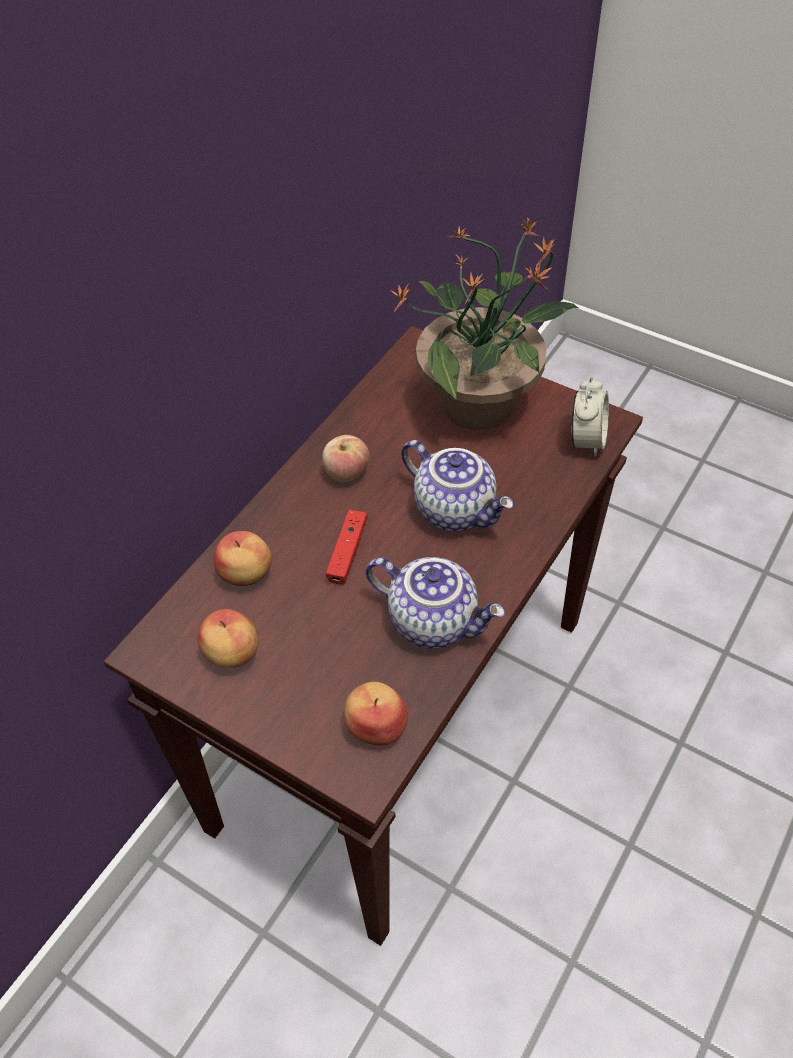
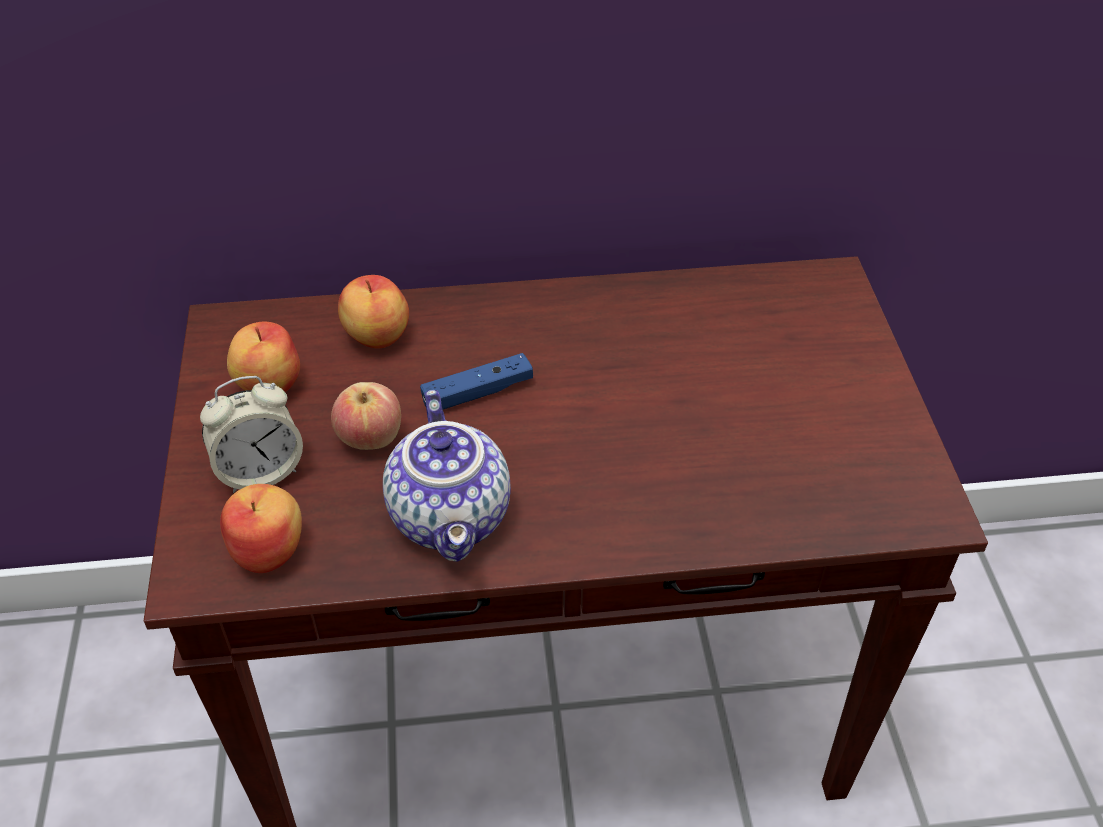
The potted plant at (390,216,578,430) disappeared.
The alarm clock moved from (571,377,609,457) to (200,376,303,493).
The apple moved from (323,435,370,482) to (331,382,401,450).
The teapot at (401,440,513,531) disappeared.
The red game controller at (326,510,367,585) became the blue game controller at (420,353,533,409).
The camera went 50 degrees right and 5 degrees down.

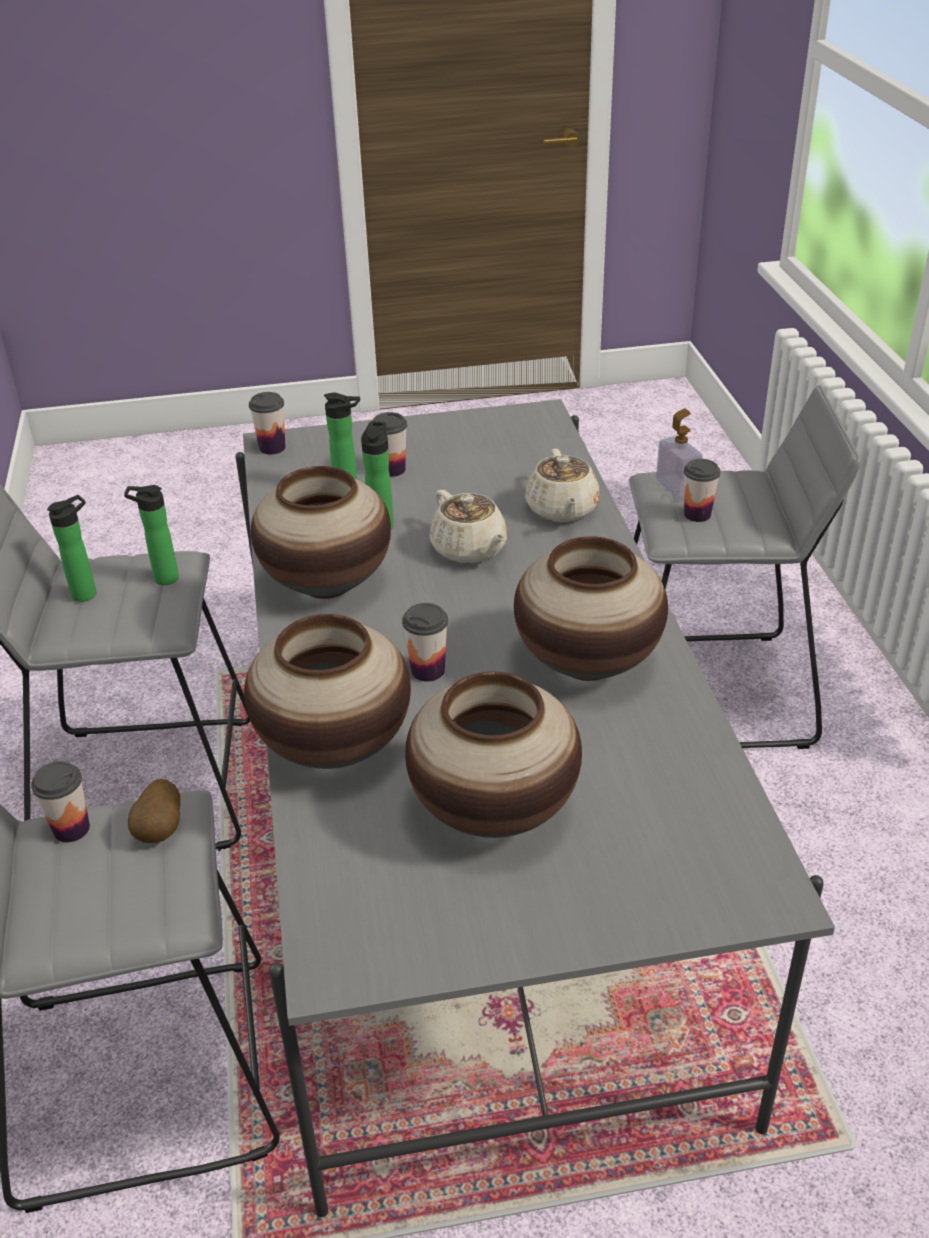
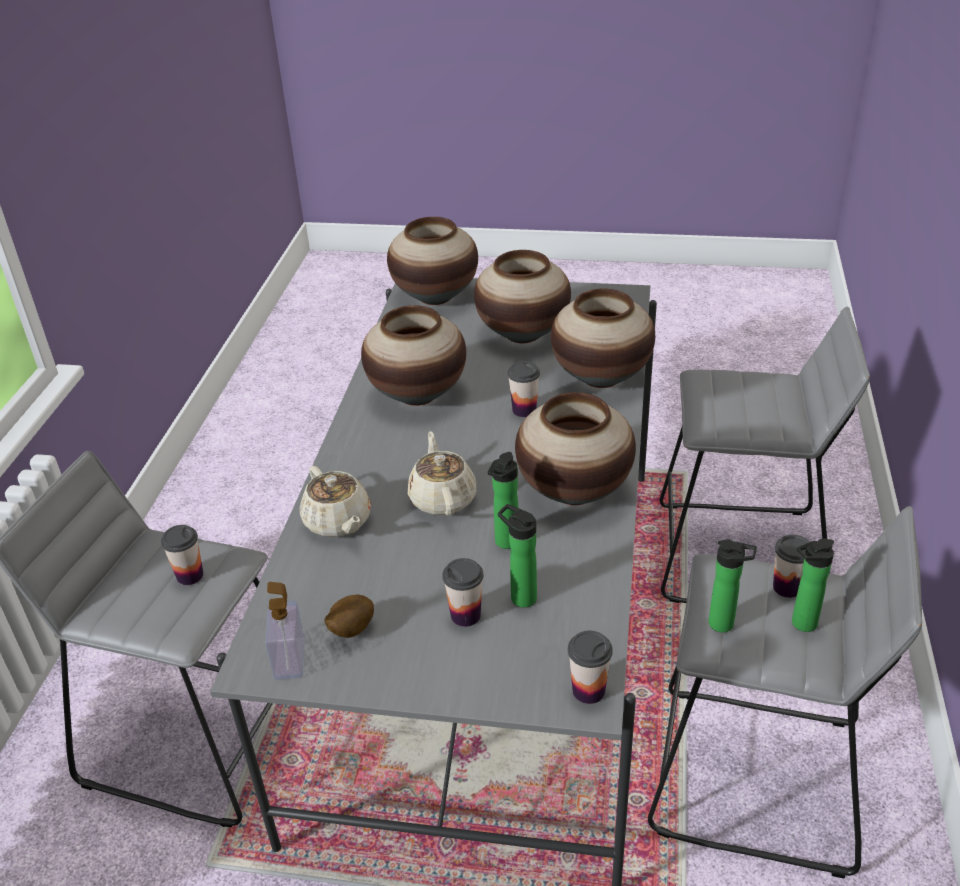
The soap dispenser moved from (656,408,703,499) to (265,582,305,680).
The beige teapot at (525,448,600,522) turned 135 degrees clockwise.
The cup moved from (31,761,90,842) to (773,534,809,598).
The potato moved from (128,779,180,843) to (324,594,374,638).
The vase at (387,217,478,305) appeared.
The camera went 160 degrees left and 0 degrees up.

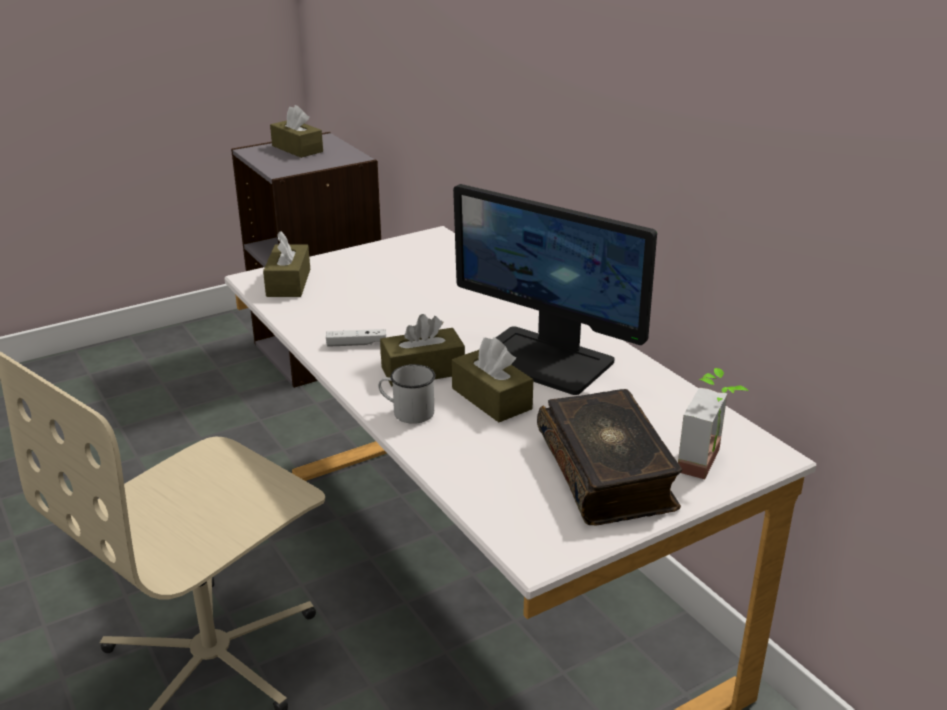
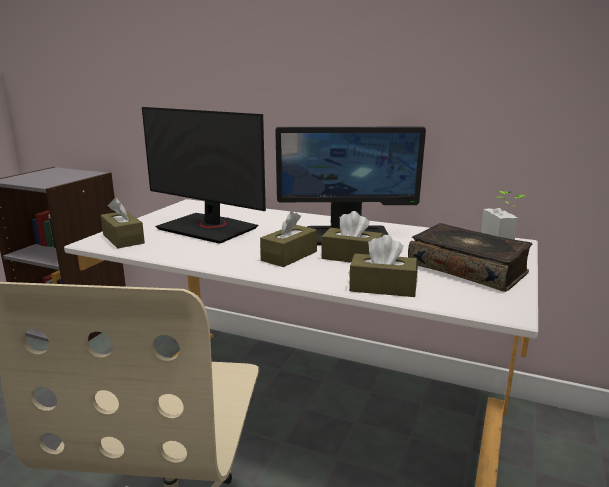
The brown tissue box moved from (270,105,323,158) to (349,235,418,297).
The white game controller at (326,329,386,347) disappeared.
The white mug at (378,364,435,424) disappeared.
The monitor at (142,107,266,244) appeared.
The camera went 35 degrees left and 10 degrees down.

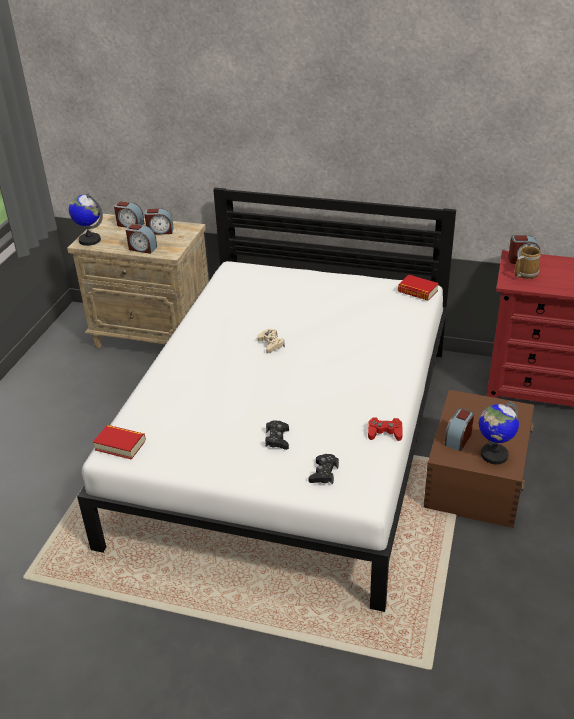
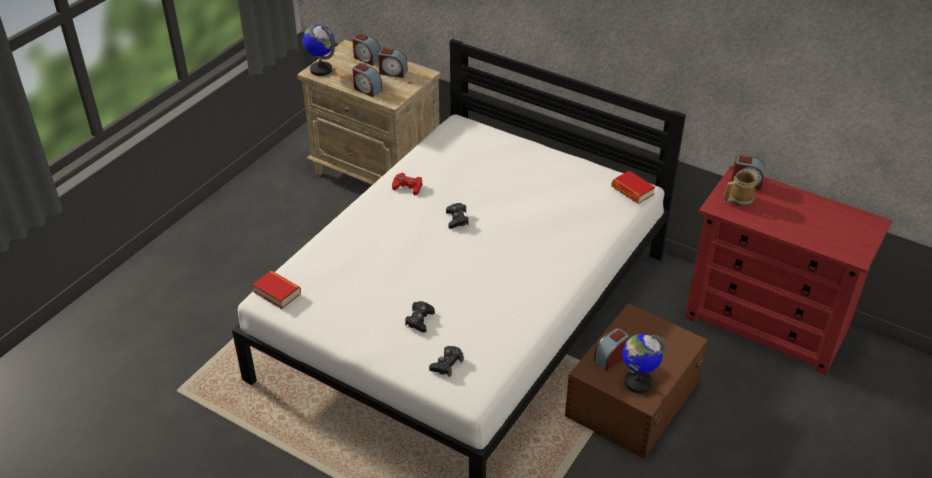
The beige game controller at (257,329,285,353) became the black game controller at (446,203,469,229).
The red game controller moved from (368,417,403,441) to (392,173,422,195).
The camera went 15 degrees right and 5 degrees up.

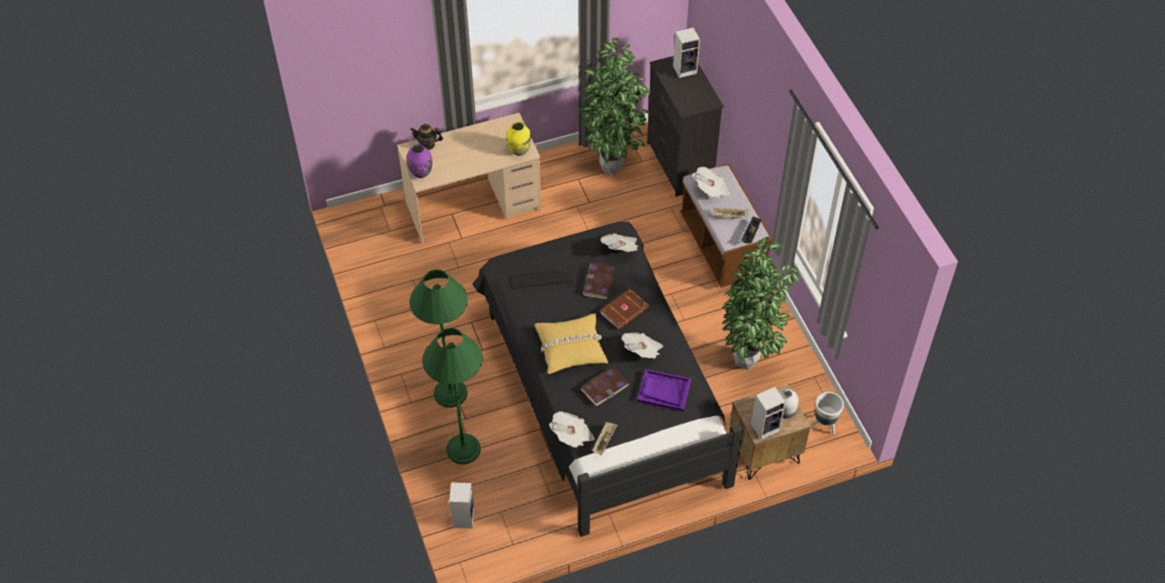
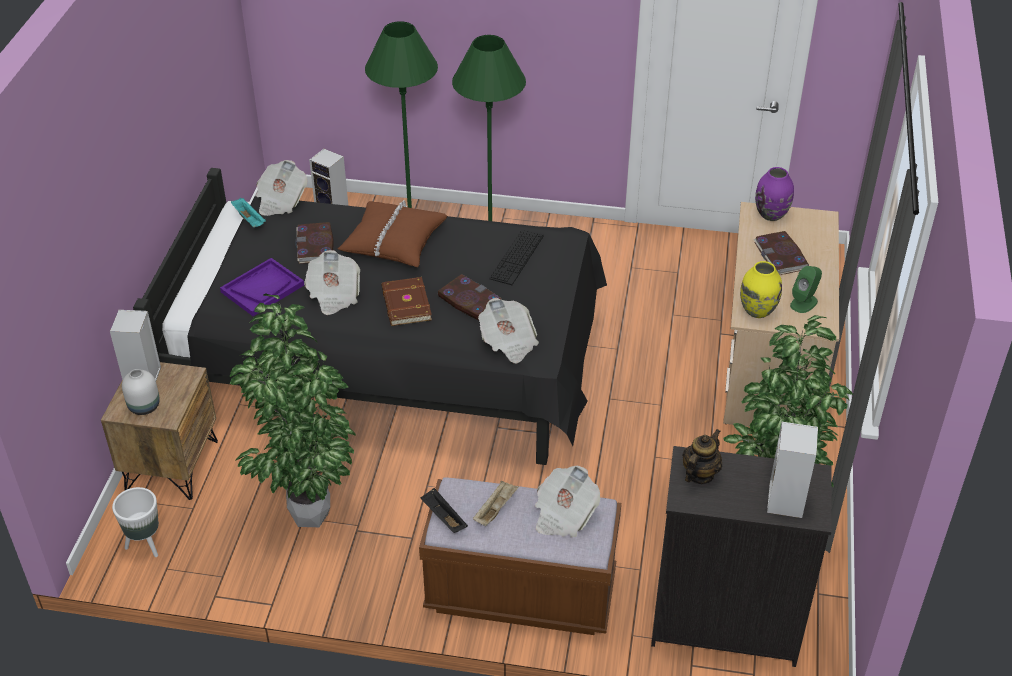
The teapot moved from (410,124,443,150) to (682,429,722,484).
The yellow pillow at (535,313,608,374) became the brown pillow at (338,200,447,267).
The beige tray at (592,422,618,455) became the turquoise tray at (231,198,266,227).
The book at (754,231,809,275) appeared.
The green speaker at (790,266,822,313) appeared.
The camera went 120 degrees right and 10 degrees down.

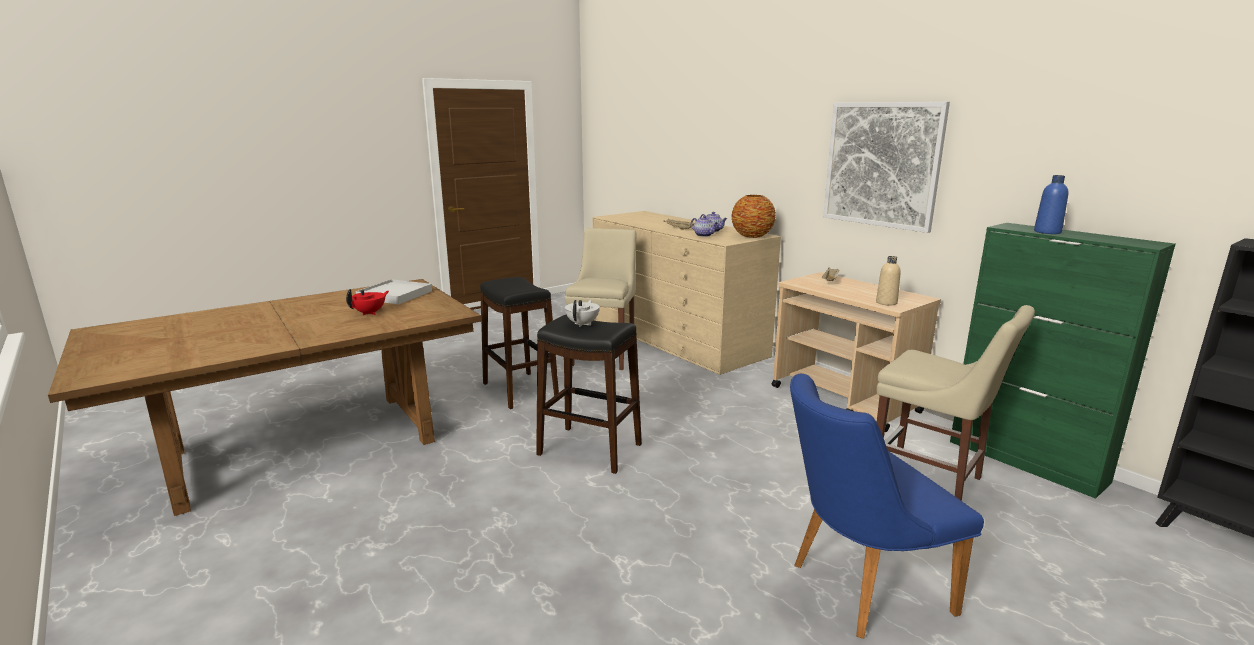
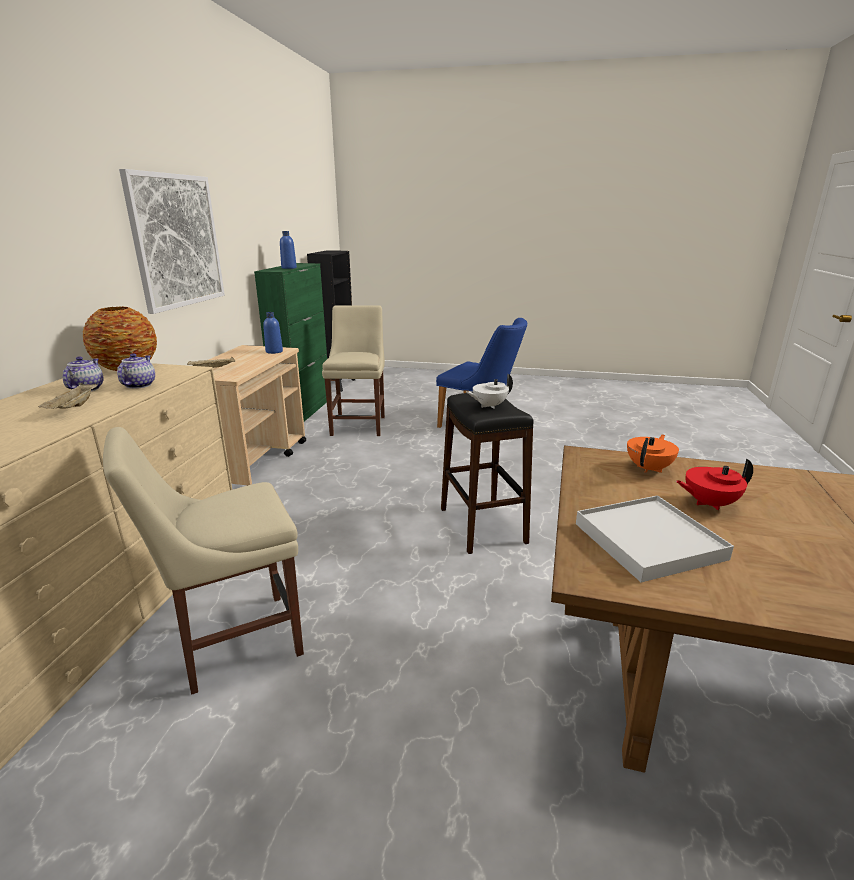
The beige bottle at (876,256,901,306) became the blue bottle at (263,312,283,354).
The black stool at (480,277,559,409) disappeared.
The orange teapot at (627,435,679,473) appeared.
The camera went 130 degrees left and 5 degrees up.

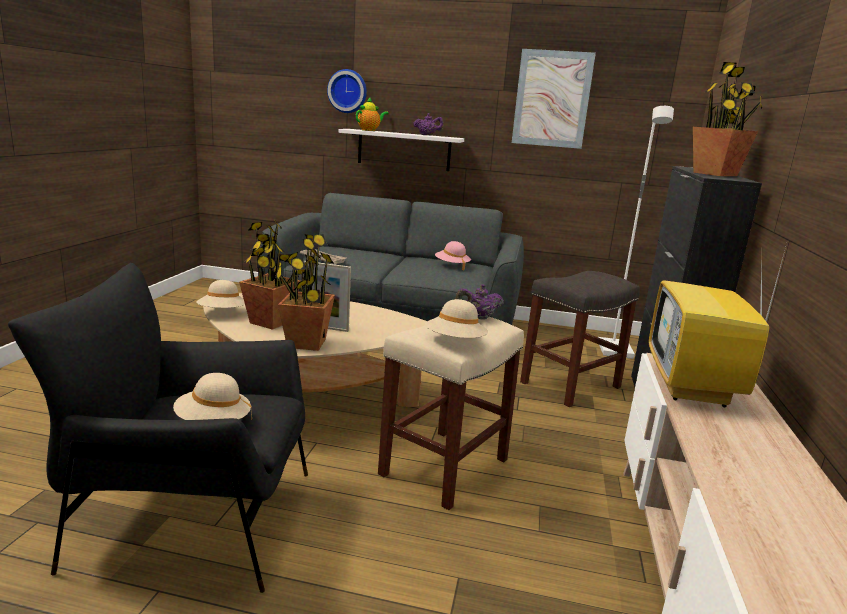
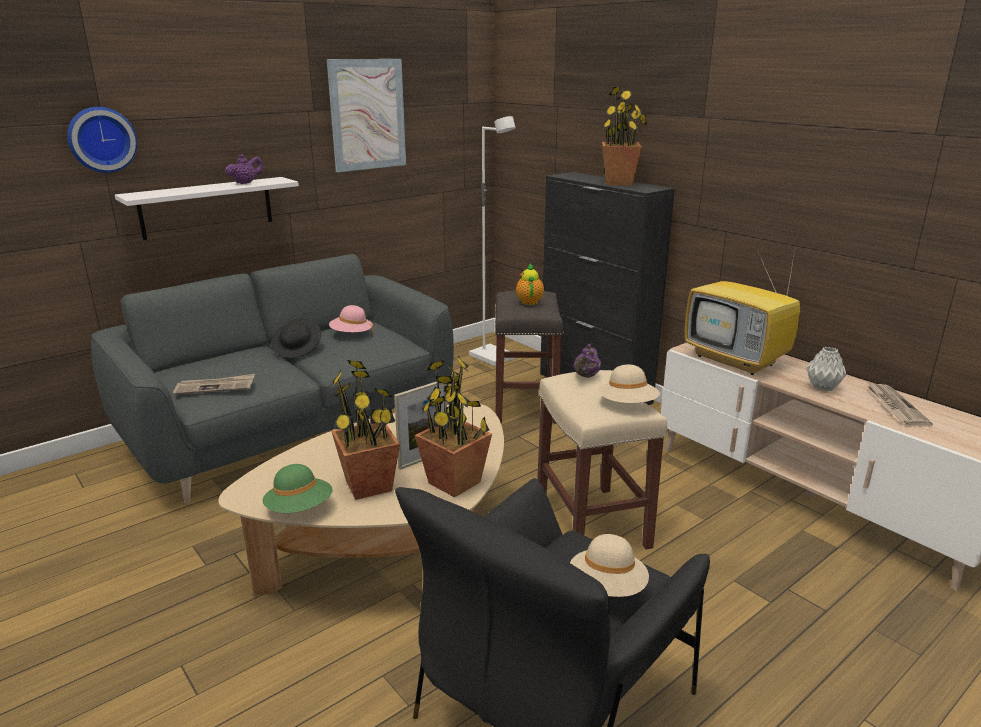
The teapot moved from (356,97,389,131) to (516,263,544,305).
The beige hat at (196,280,245,308) became the green hat at (262,464,333,513).
The black hat at (271,318,322,358) appeared.
The grey vase at (806,347,846,391) appeared.
The newspaper at (868,383,933,427) appeared.
The camera went 50 degrees left and 5 degrees up.

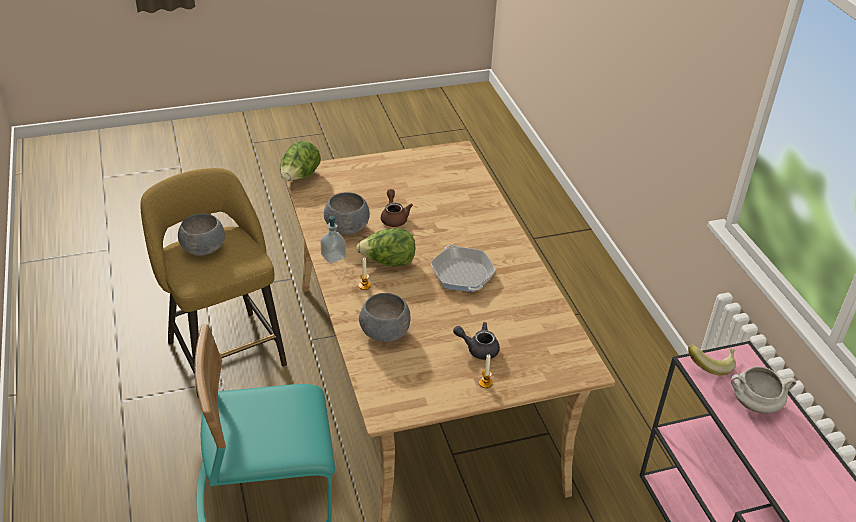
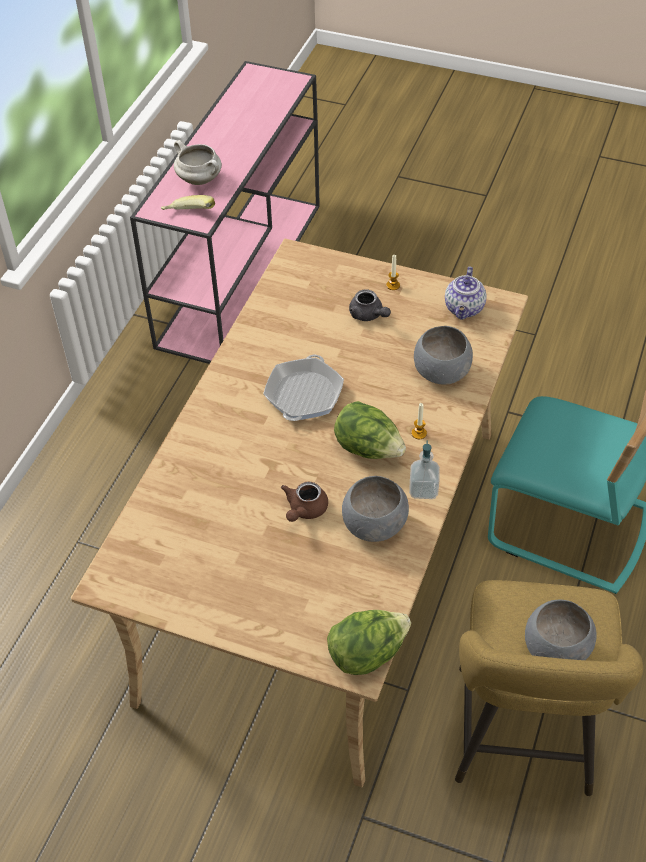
The teapot at (445,267,487,320) appeared.
The camera went 140 degrees left and 10 degrees up.

